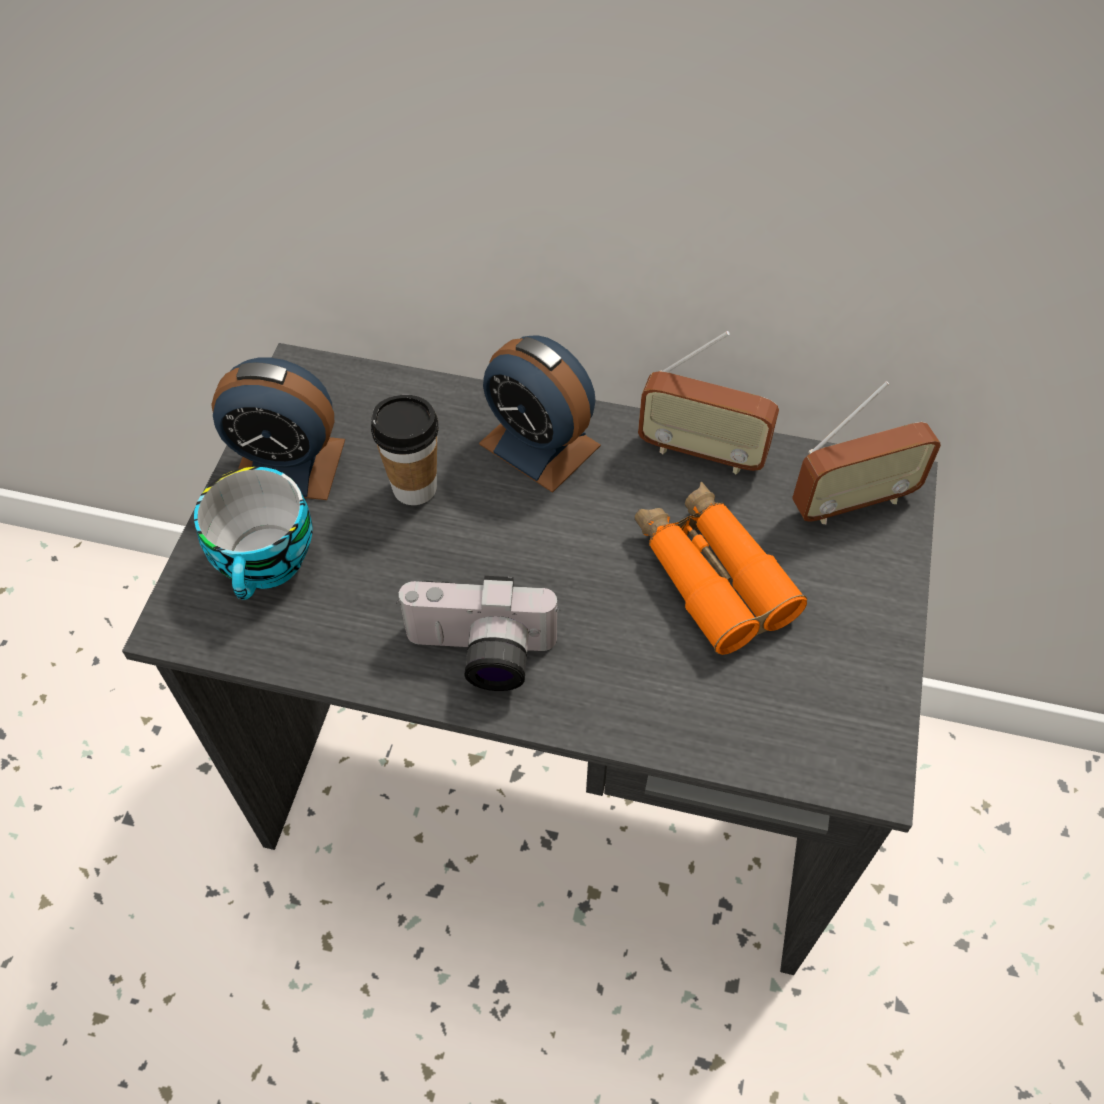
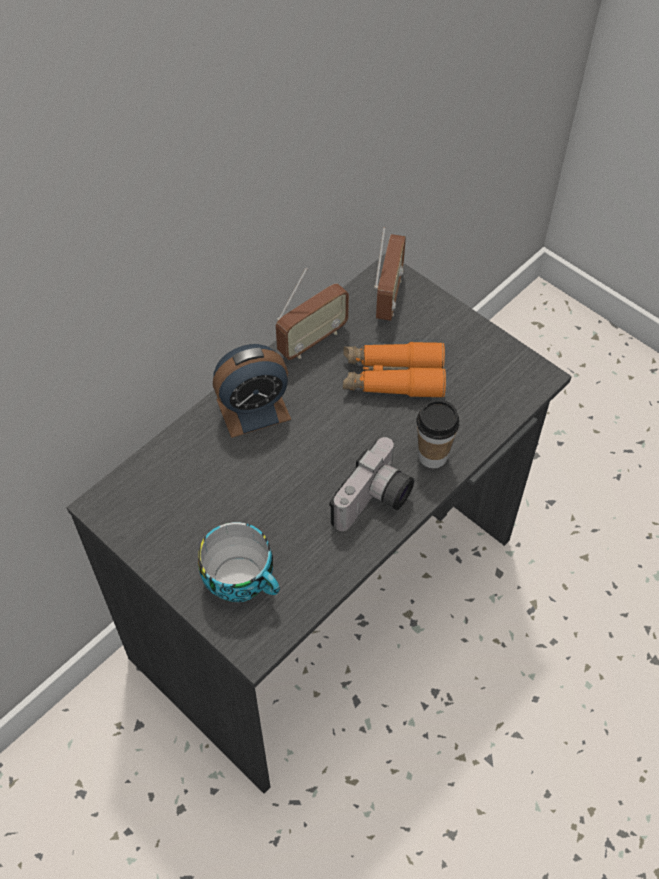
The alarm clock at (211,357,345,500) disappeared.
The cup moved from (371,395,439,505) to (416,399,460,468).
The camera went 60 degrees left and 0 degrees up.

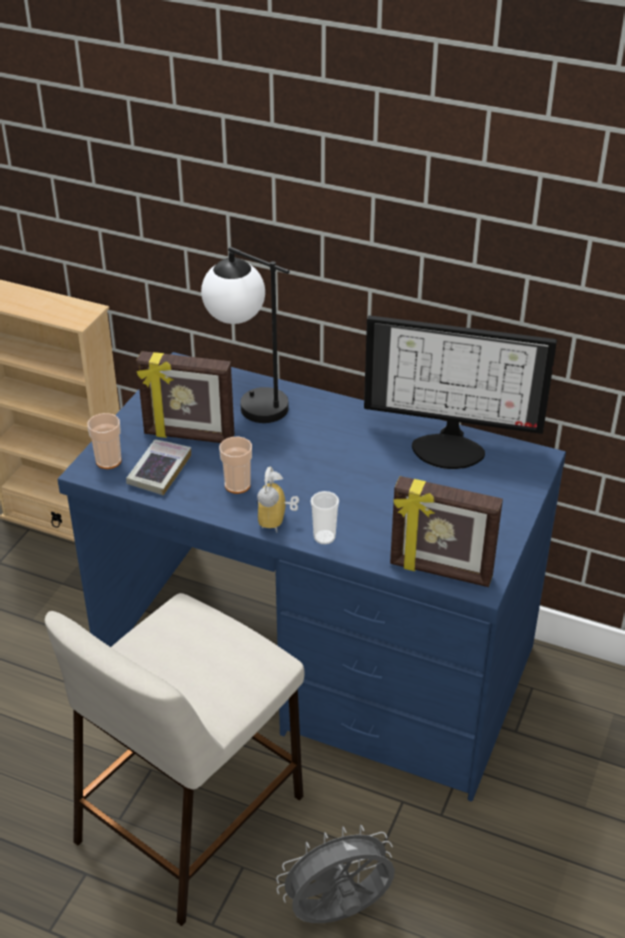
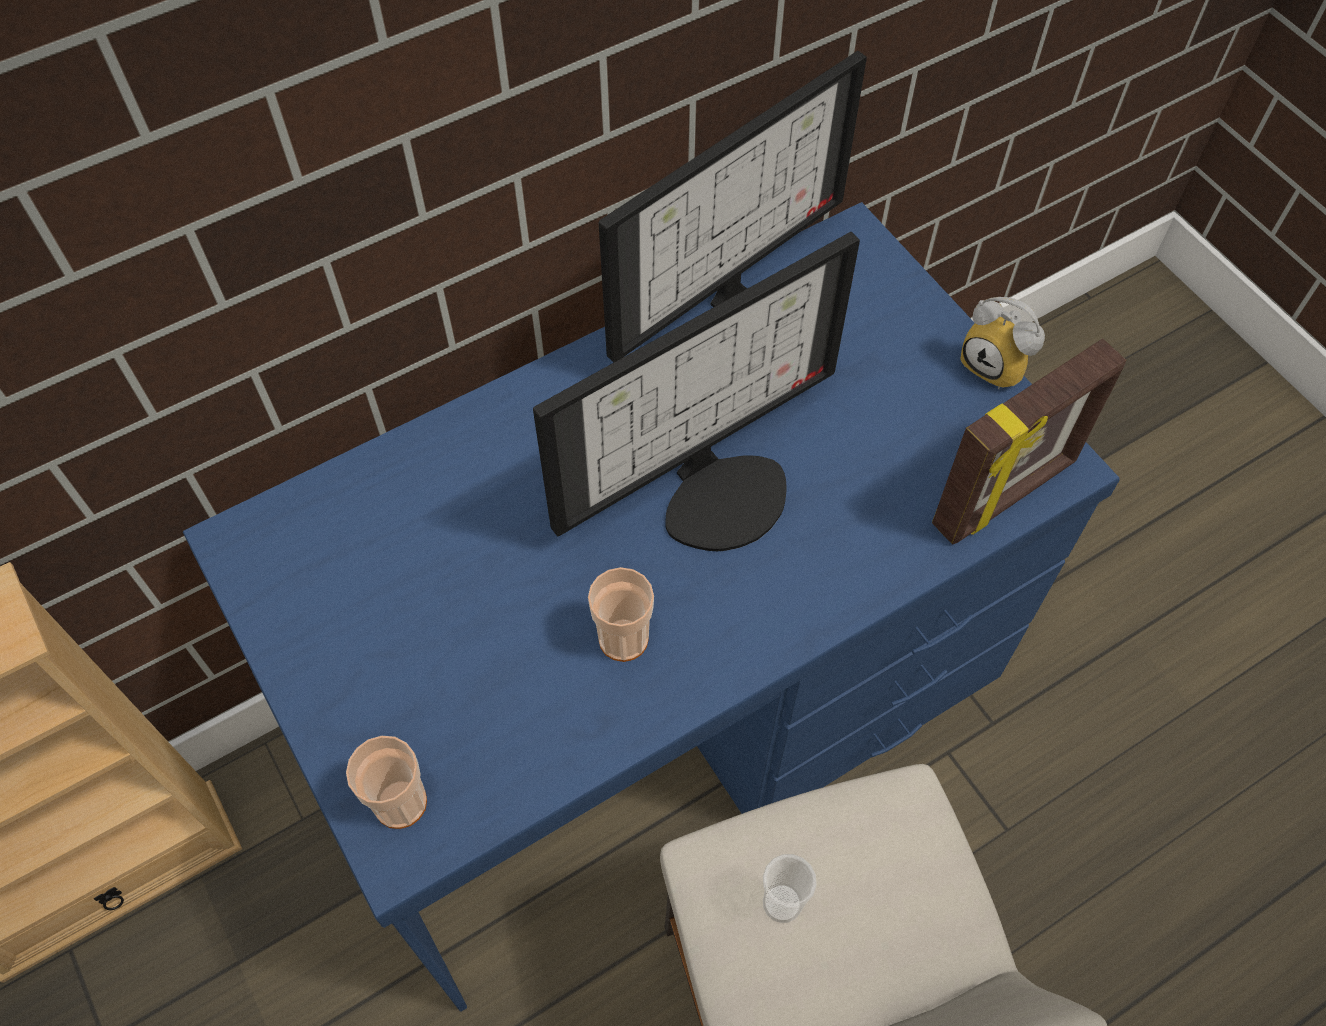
The table lamp at (201,247,289,423) disappeared.
The picture frame at (136,351,235,443) disappeared.
The book at (126,439,191,496) disappeared.
The alarm clock moved from (257,467,299,533) to (960,297,1045,390).
The cup moved from (310,491,339,545) to (763,854,817,923).
The grey fan at (276,825,395,923) disappeared.
The monitor at (533,232,860,551) appeared.
The camera went 55 degrees left and 20 degrees up.

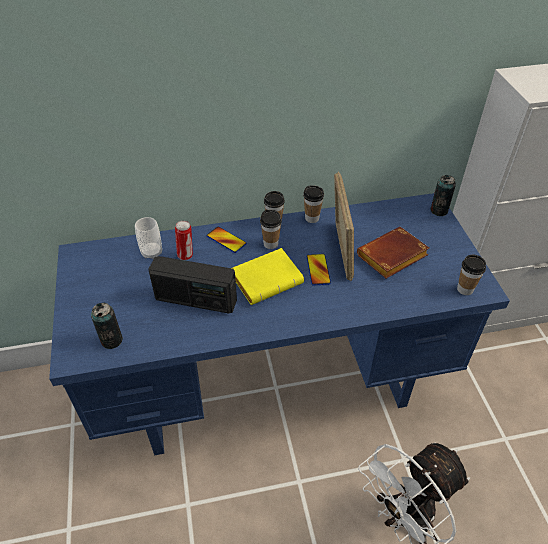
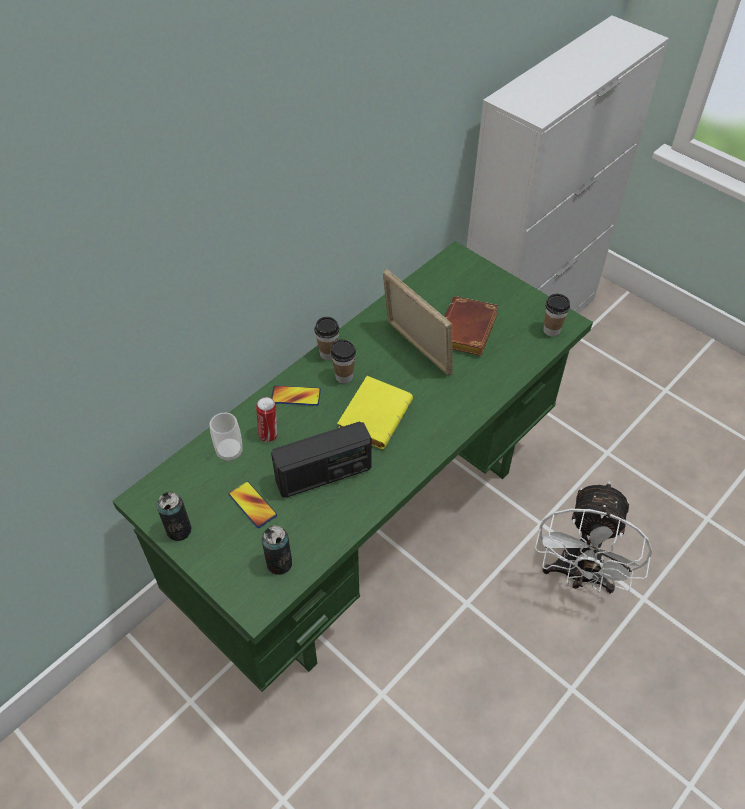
The can moved from (430,175,456,216) to (157,492,192,541).
The cup at (303,185,324,223) disappeared.
The blue desk at (49,193,510,455) became the green desk at (112,241,593,692).
The phone moved from (307,254,331,286) to (229,481,277,528).
The camera went 35 degrees left and 5 degrees up.

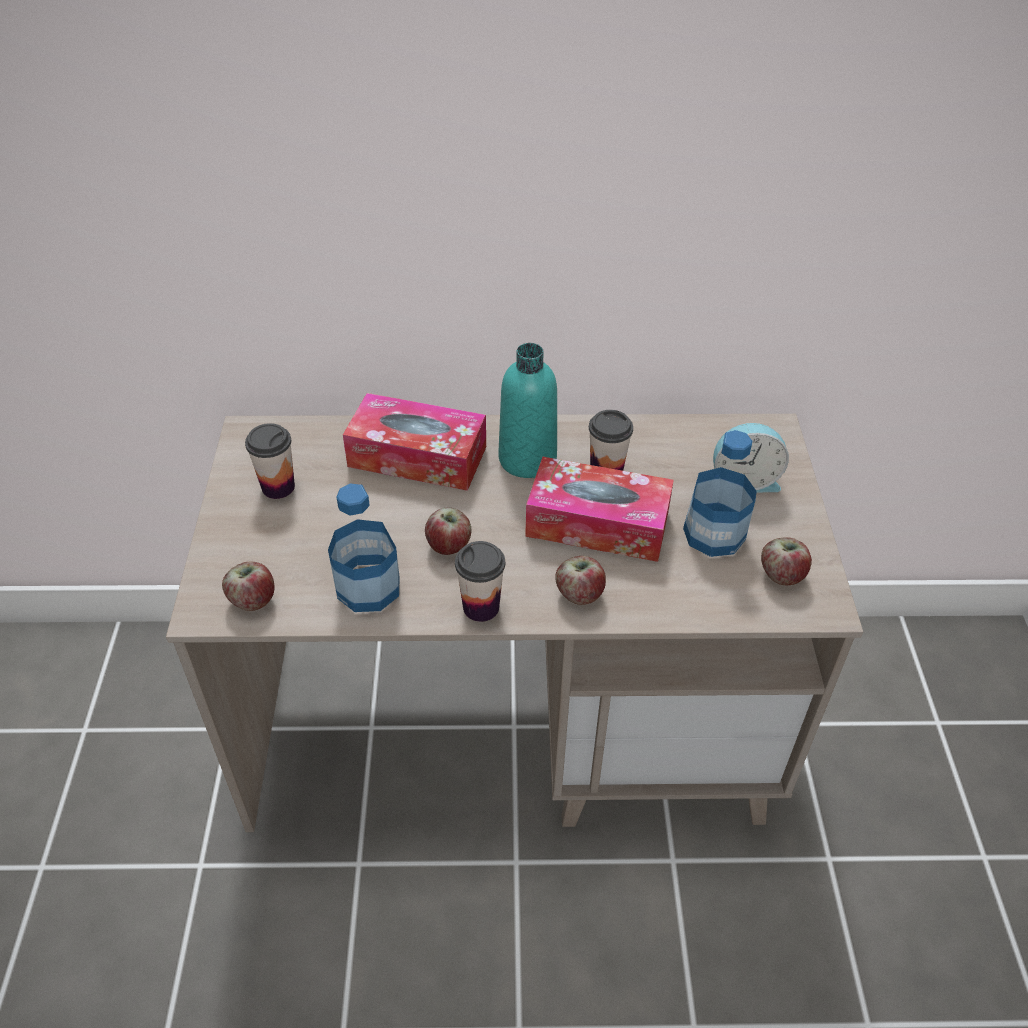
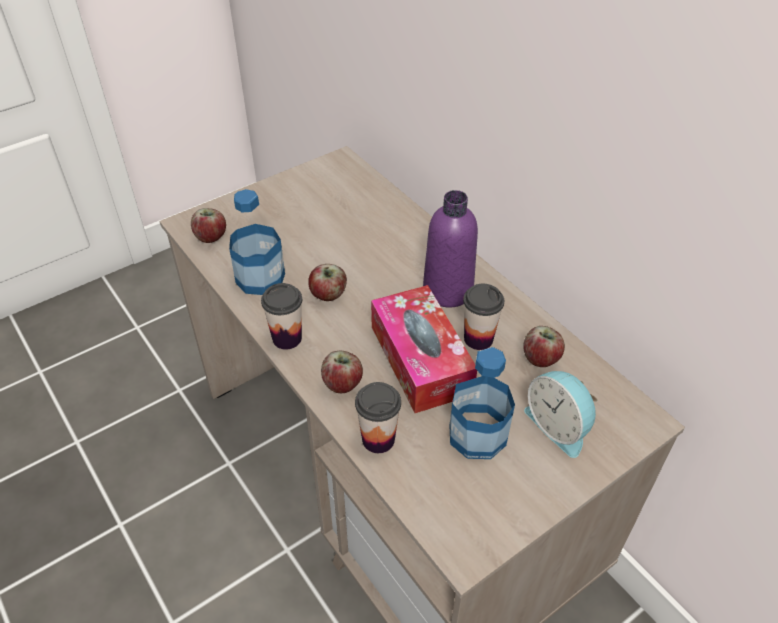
The turquoise bottle at (499,343,557,478) became the purple bottle at (423,190,478,308).
The tissue box at (343,393,486,491) disappeared.
The cup moved from (245,423,295,499) to (355,382,401,453).
The apple moved from (761,537,812,585) to (523,326,565,367).
The camera went 55 degrees right and 0 degrees up.

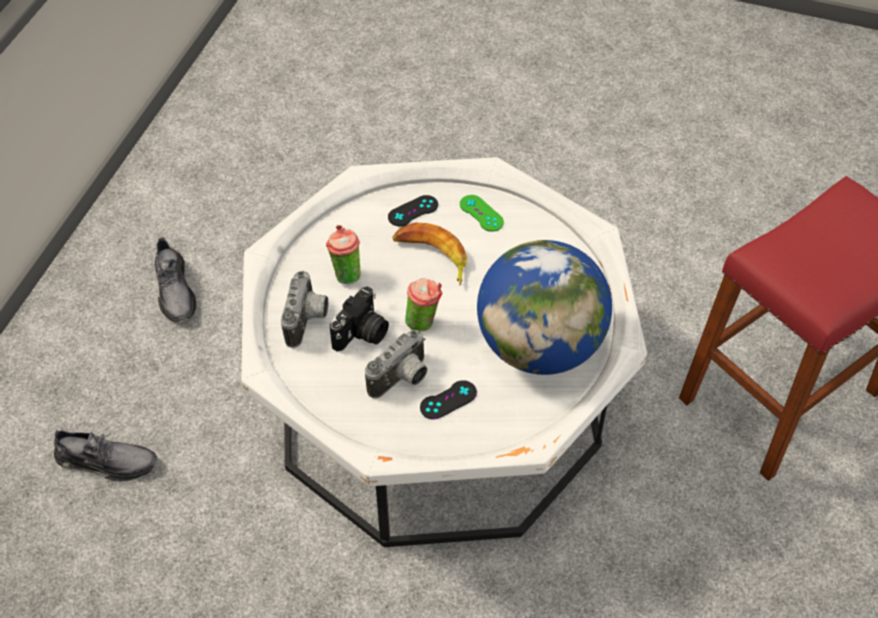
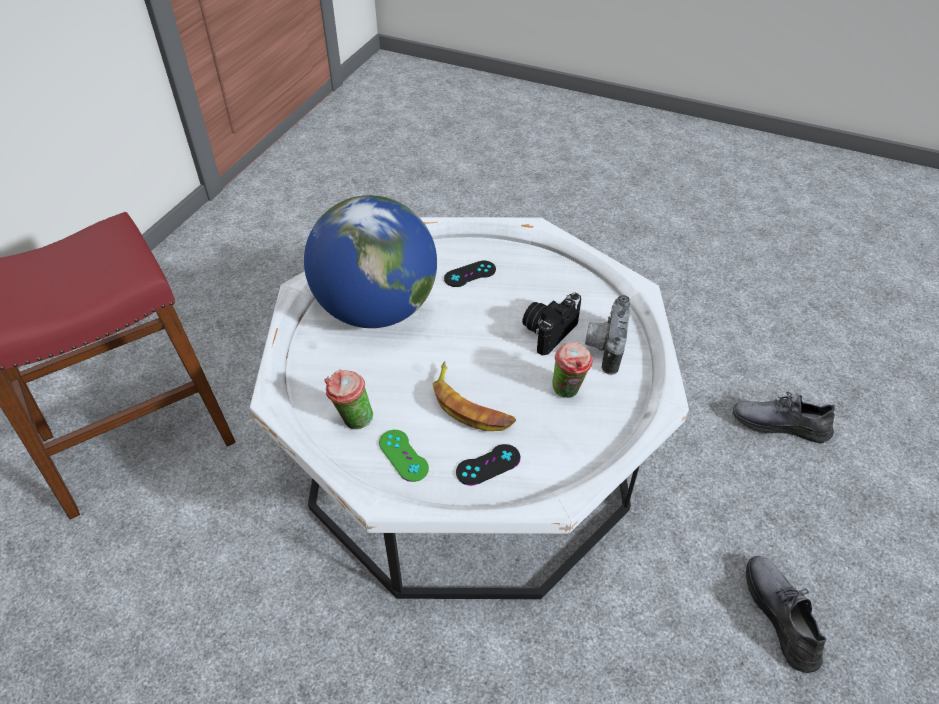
The cup moved from (405,278,443,332) to (324,370,373,429).
The photo camera at (365,330,427,398) disappeared.
The camera went 175 degrees left and 5 degrees down.

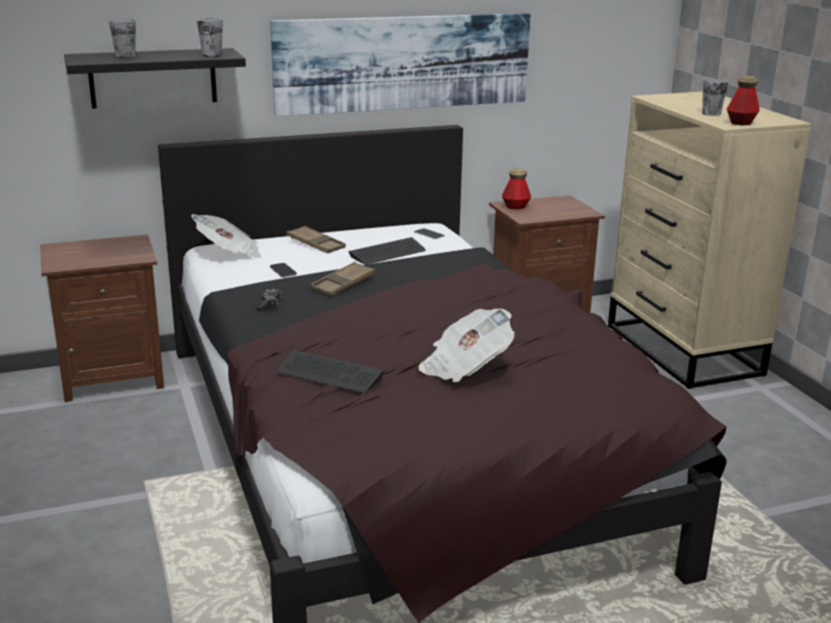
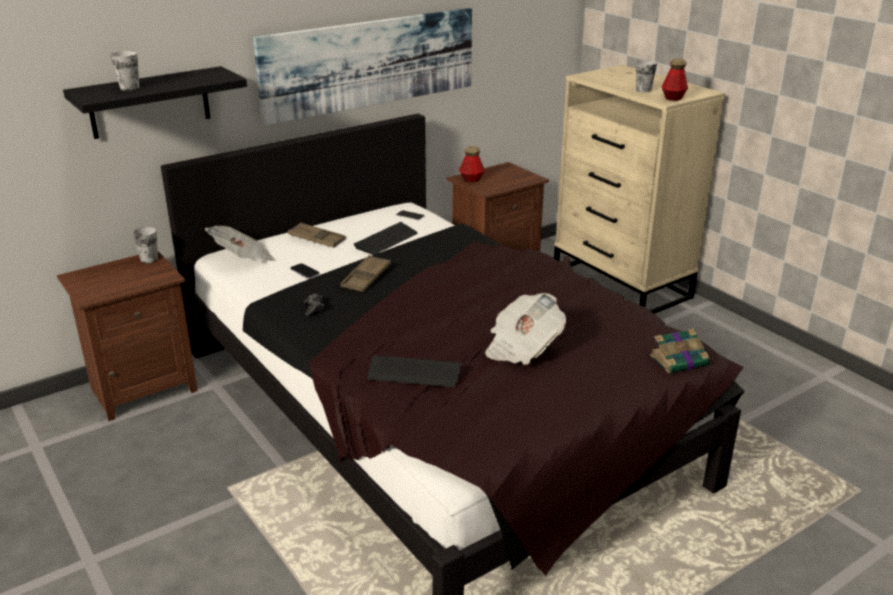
The cup moved from (197,18,223,57) to (132,227,158,263).
The book at (650,329,712,373) appeared.
The camera went 15 degrees left and 5 degrees up.

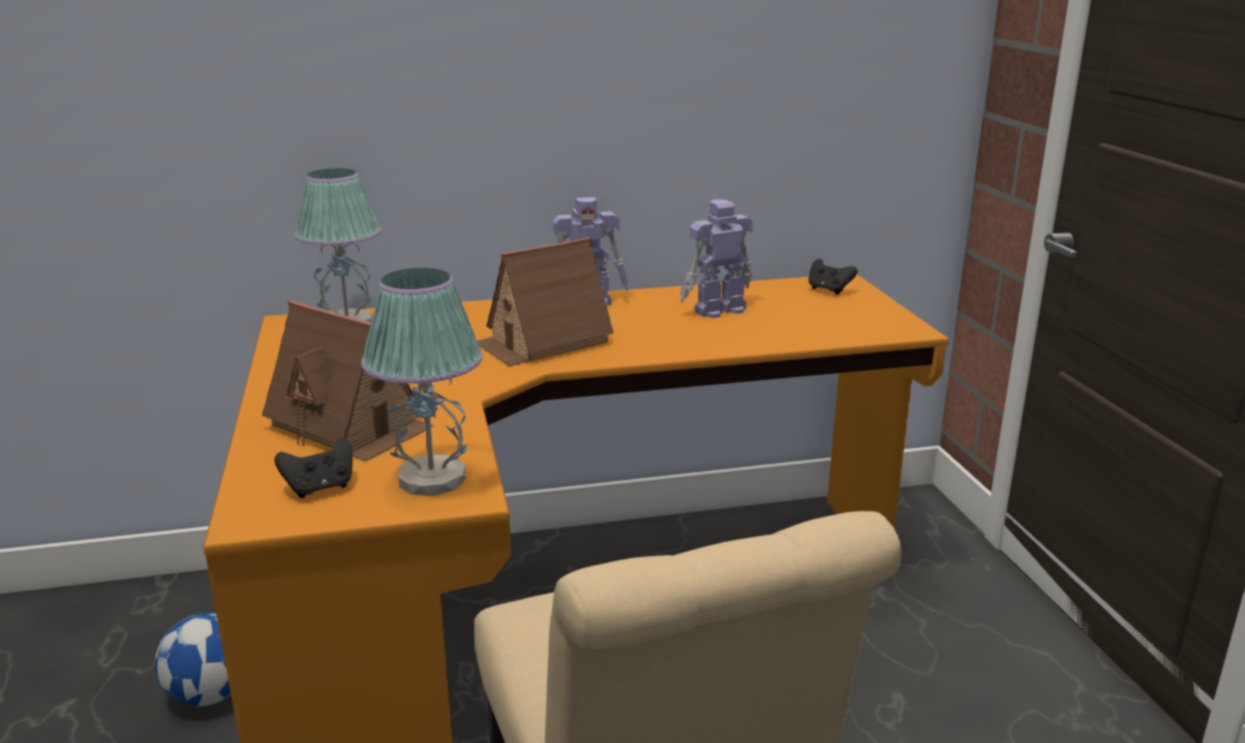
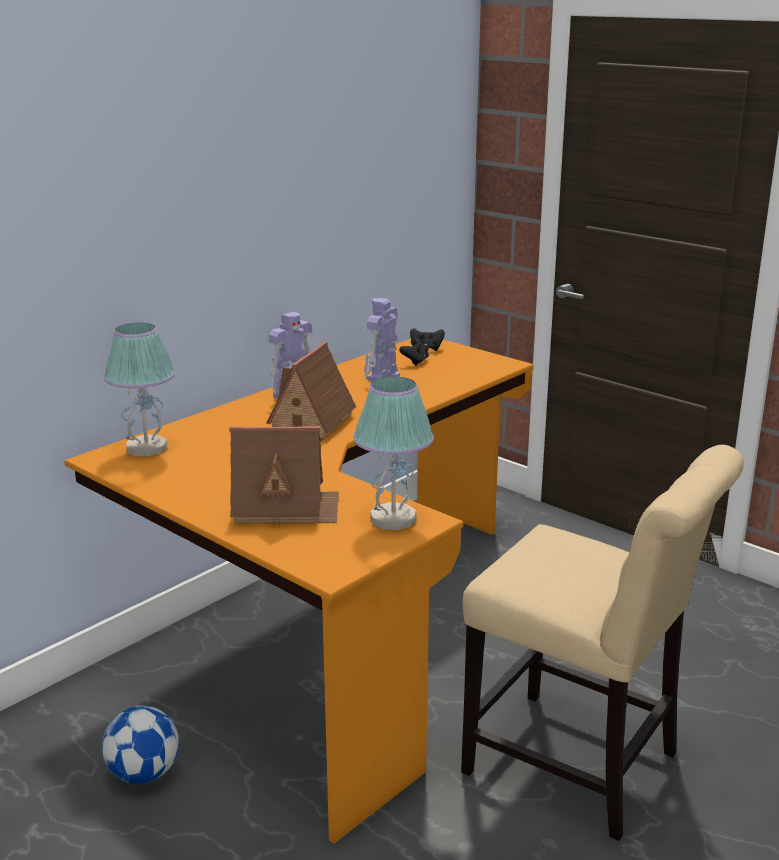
The black game controller moved from (274,438,352,498) to (399,338,429,366).
The camera went 35 degrees left and 0 degrees up.

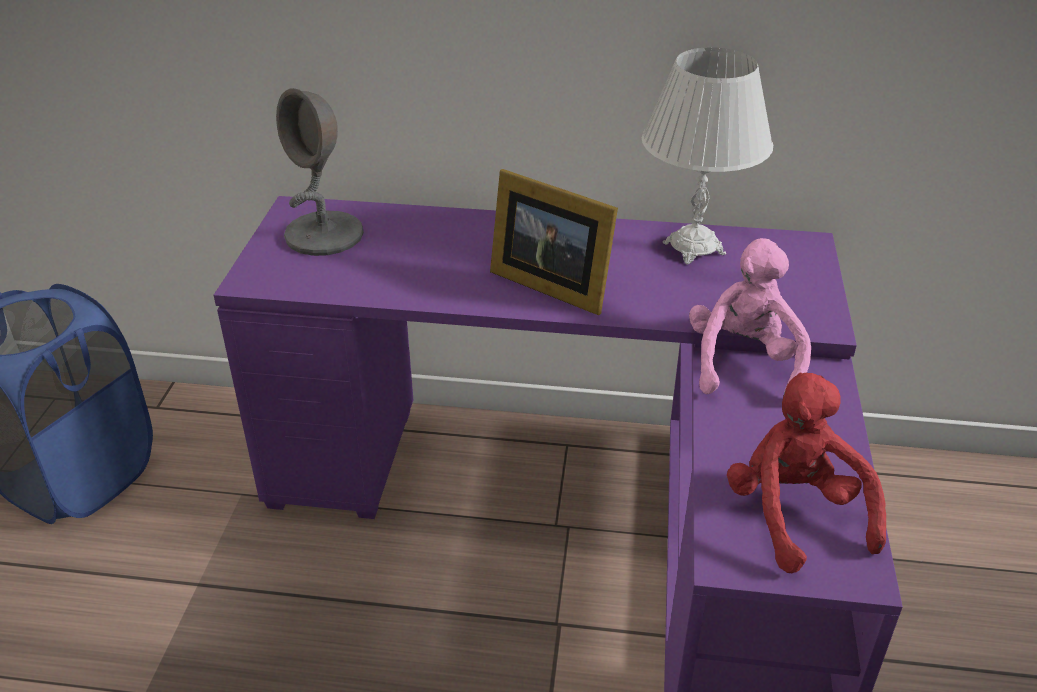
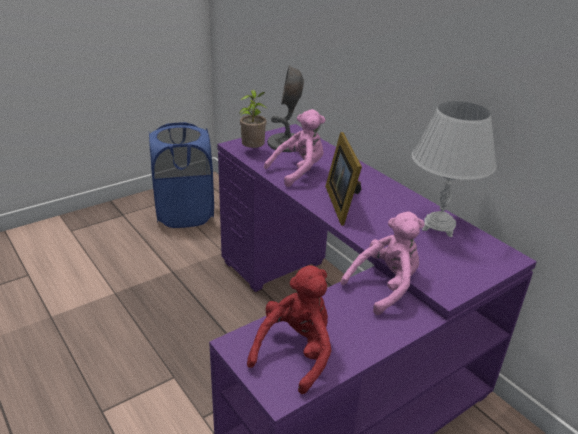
The potted plant at (239,90,267,148) appeared.
The pink plush toy at (264,109,326,187) appeared.
The camera went 45 degrees right and 5 degrees down.

